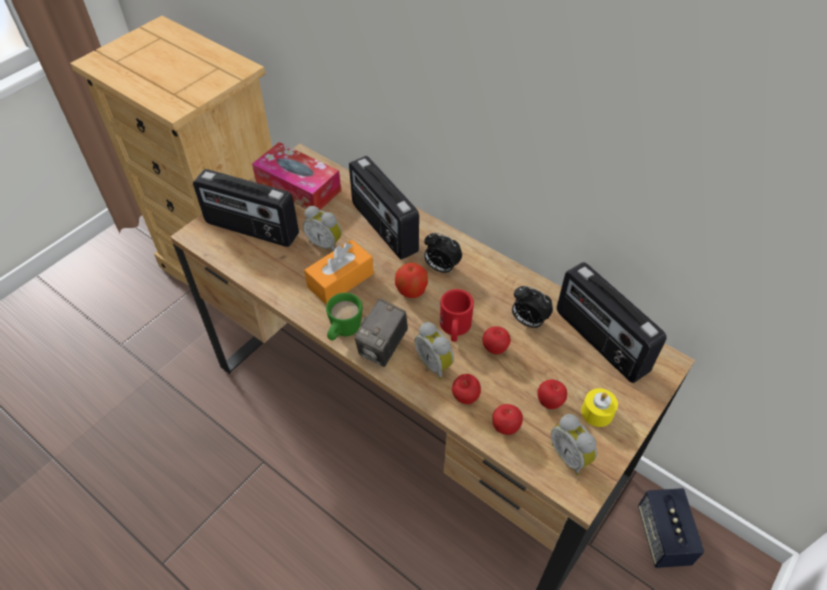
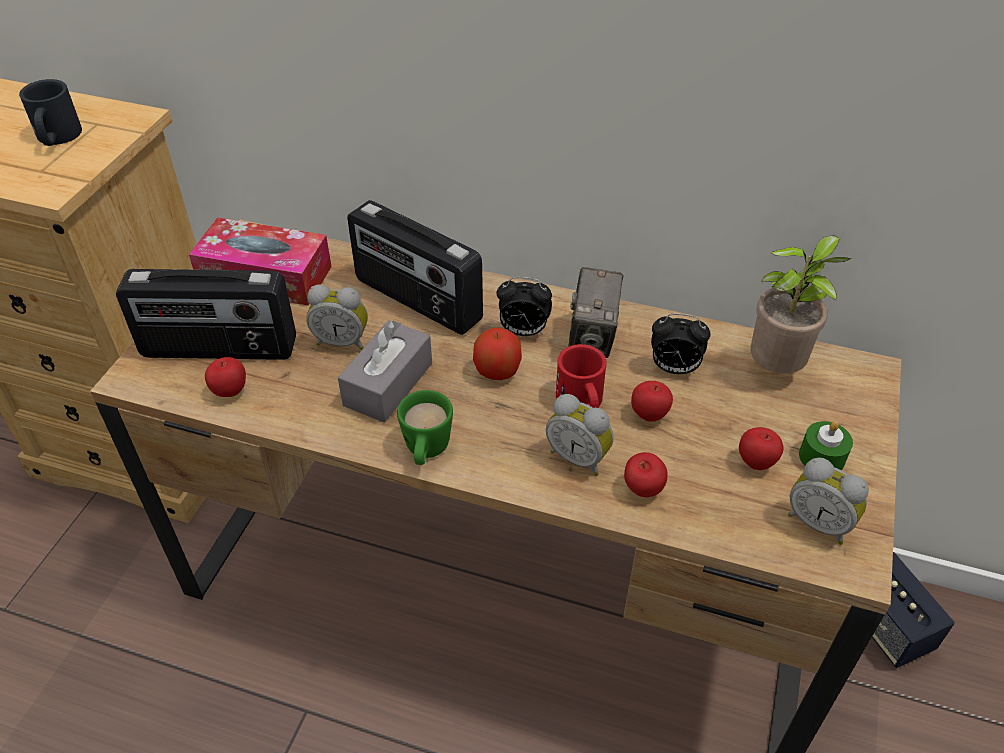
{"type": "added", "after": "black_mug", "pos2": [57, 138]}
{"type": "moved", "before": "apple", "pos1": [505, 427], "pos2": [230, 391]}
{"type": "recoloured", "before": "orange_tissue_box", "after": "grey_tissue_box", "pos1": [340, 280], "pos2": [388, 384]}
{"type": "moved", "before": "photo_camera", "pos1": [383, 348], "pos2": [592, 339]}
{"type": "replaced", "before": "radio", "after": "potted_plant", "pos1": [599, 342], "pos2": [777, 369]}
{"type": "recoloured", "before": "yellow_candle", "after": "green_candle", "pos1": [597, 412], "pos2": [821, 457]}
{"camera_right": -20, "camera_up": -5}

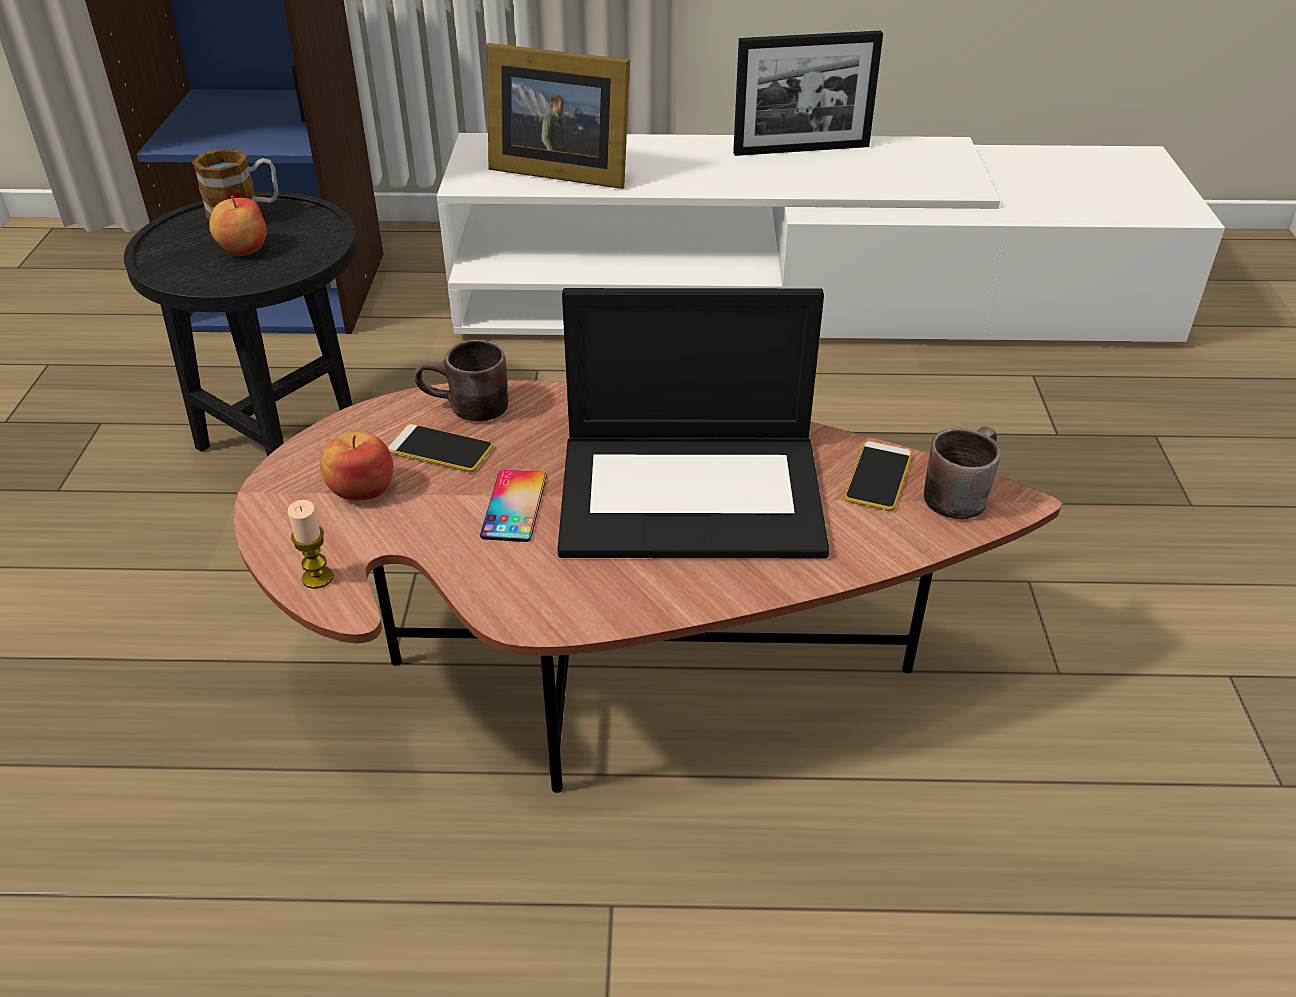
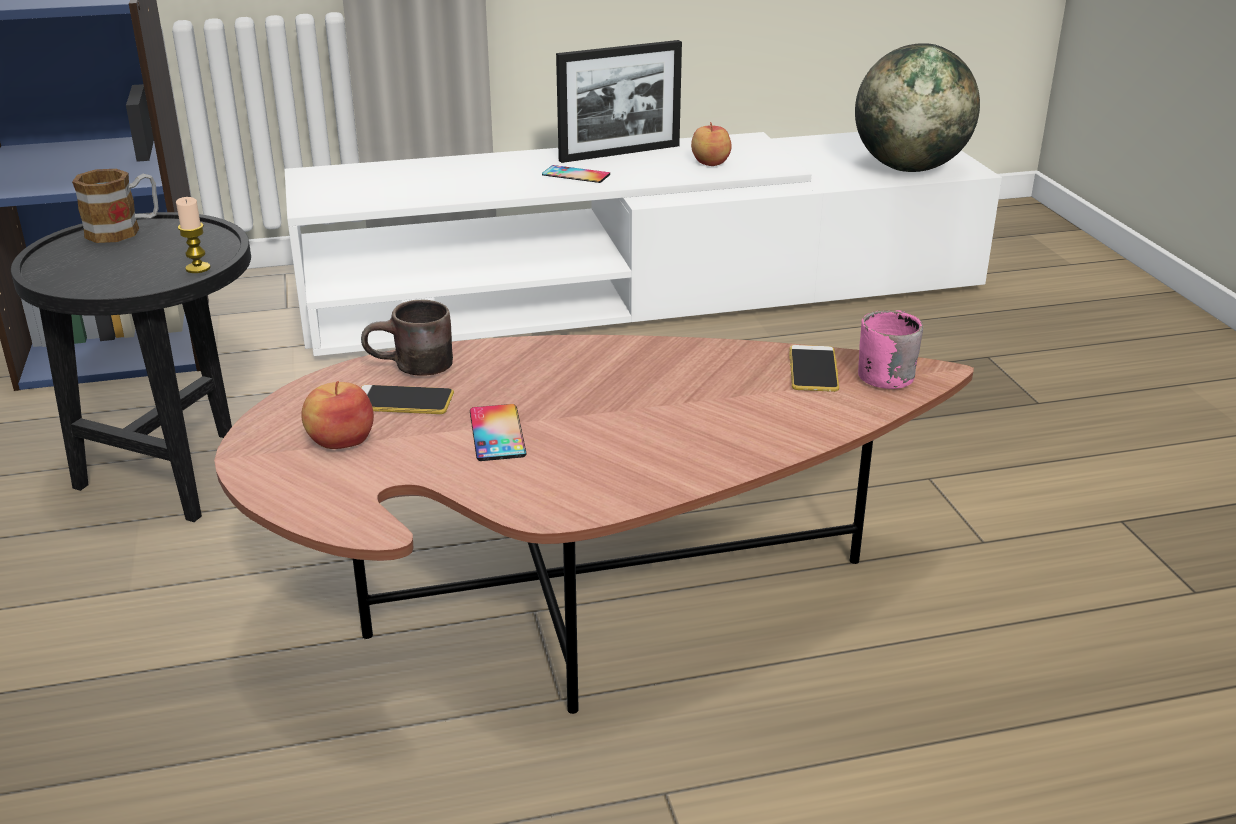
{"type": "moved", "before": "candle", "pos1": [317, 578], "pos2": [198, 268]}
{"type": "added", "after": "phone", "pos2": [576, 175]}
{"type": "moved", "before": "apple", "pos1": [243, 249], "pos2": [709, 163]}
{"type": "added", "after": "globe", "pos2": [909, 168]}
{"type": "recoloured", "before": "brown_mug", "after": "pink_mug", "pos1": [955, 492], "pos2": [883, 371]}
{"type": "removed", "before": "picture_frame", "pos1": [557, 170]}
{"type": "removed", "before": "laptop", "pos1": [694, 494]}
{"camera_right": -15, "camera_up": -10}

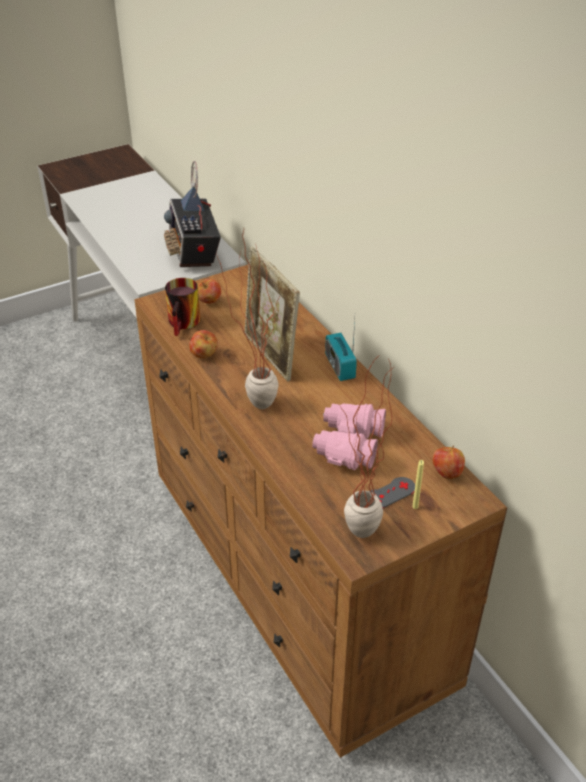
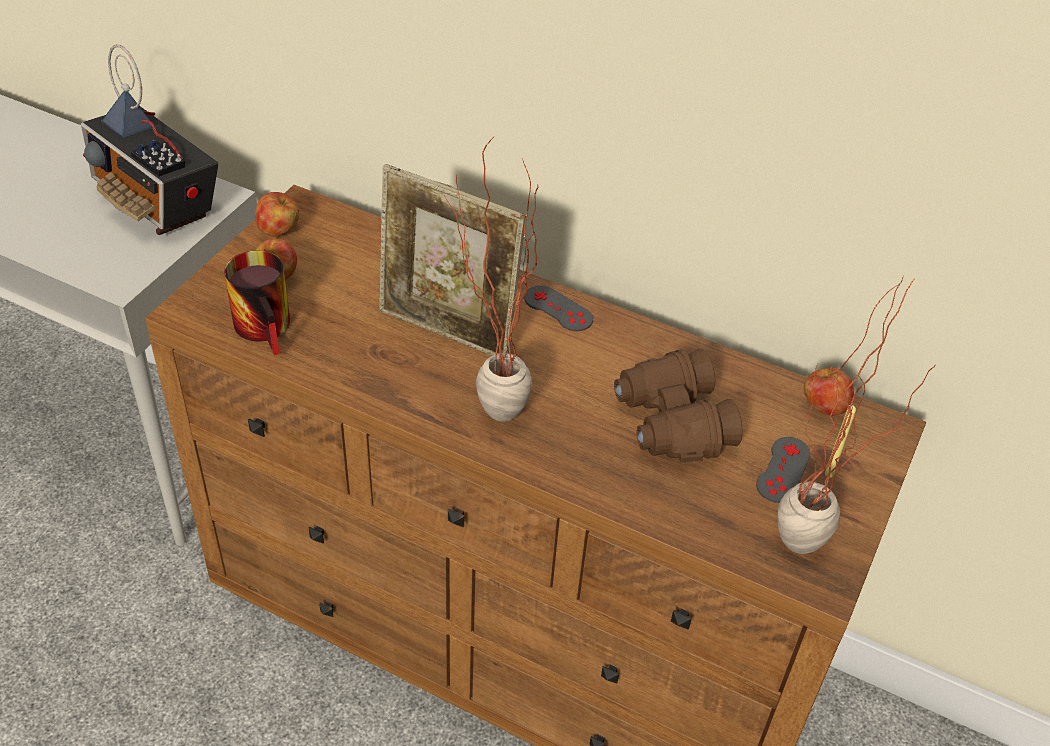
{"type": "moved", "before": "apple", "pos1": [204, 355], "pos2": [279, 231]}
{"type": "replaced", "before": "radio", "after": "grey_game_controller", "pos1": [339, 366], "pos2": [558, 309]}
{"type": "recoloured", "before": "pink_binoculars", "after": "brown_binoculars", "pos1": [348, 445], "pos2": [671, 423]}
{"camera_right": -35, "camera_up": 5}

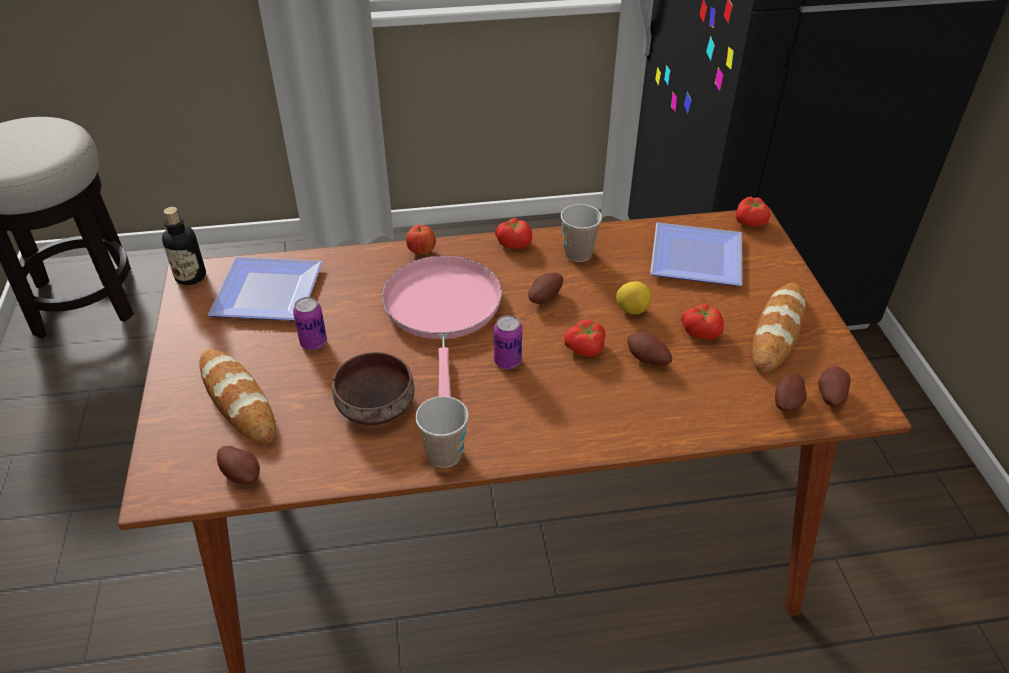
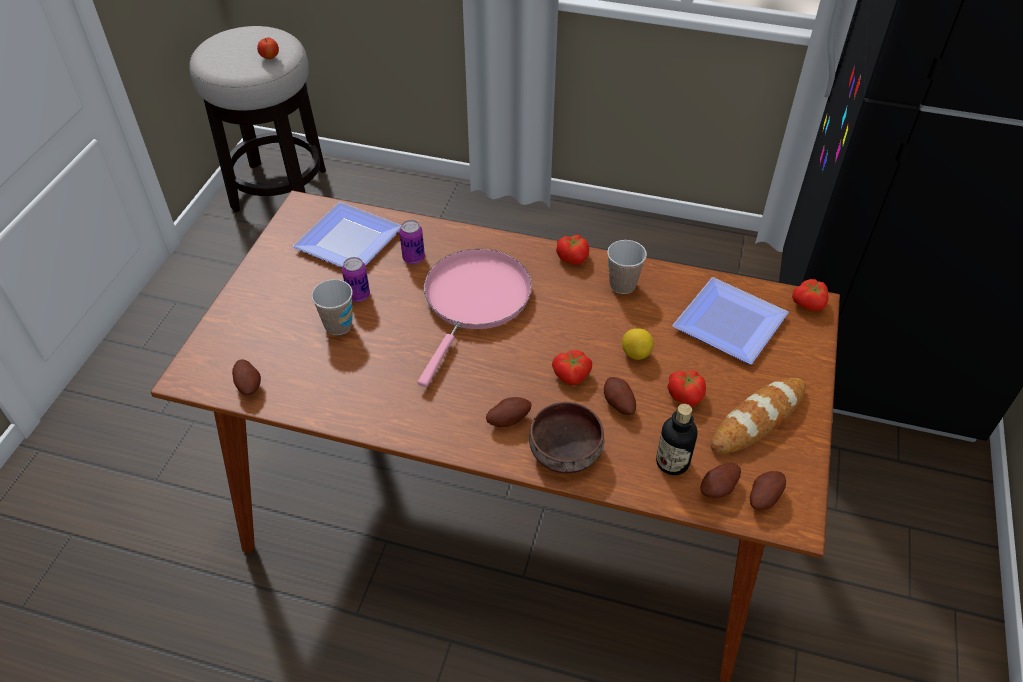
{"type": "moved", "before": "apple", "pos1": [421, 252], "pos2": [270, 58]}
{"type": "moved", "before": "cup", "pos1": [444, 454], "pos2": [338, 325]}
{"type": "moved", "before": "can", "pos1": [507, 361], "pos2": [413, 258]}
{"type": "moved", "before": "potato", "pos1": [544, 297], "pos2": [508, 419]}
{"type": "moved", "before": "brown_bowl", "pos1": [377, 405], "pos2": [566, 452]}
{"type": "moved", "before": "bottle", "pos1": [190, 276], "pos2": [672, 462]}
{"type": "removed", "before": "bread", "pos1": [238, 399]}
{"camera_right": 25, "camera_up": 5}

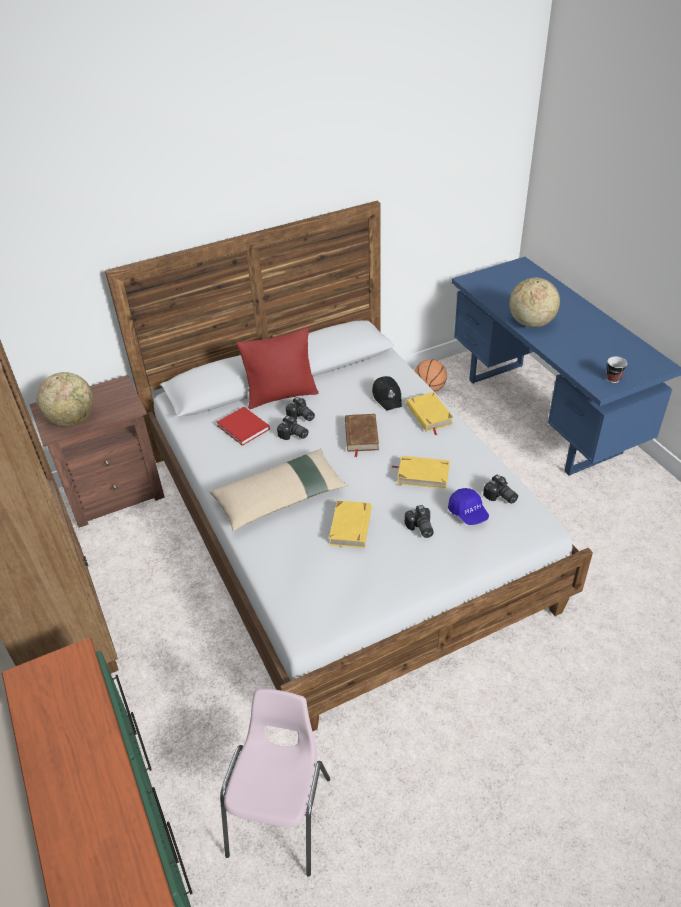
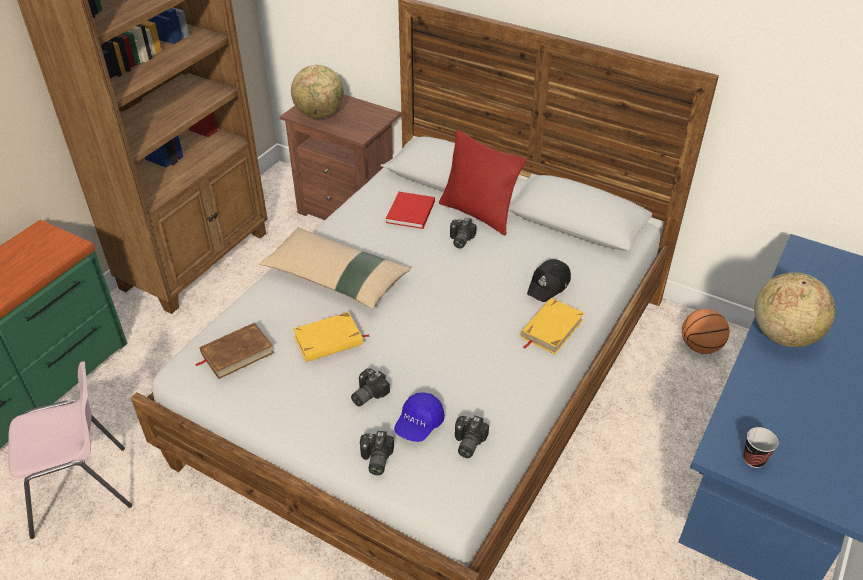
{"type": "moved", "before": "brown_book", "pos1": [361, 435], "pos2": [237, 353]}
{"type": "moved", "before": "photo_camera", "pos1": [293, 435], "pos2": [375, 460]}
{"type": "removed", "before": "yellow_book", "pos1": [423, 474]}
{"camera_right": 55, "camera_up": 0}

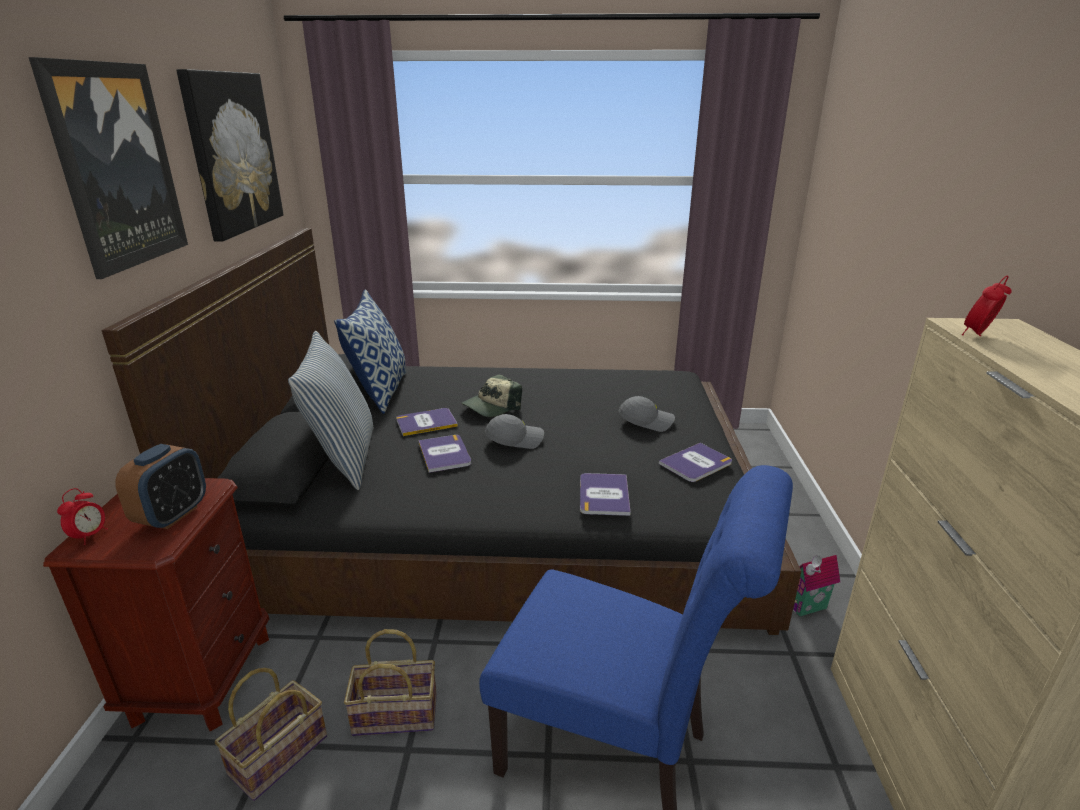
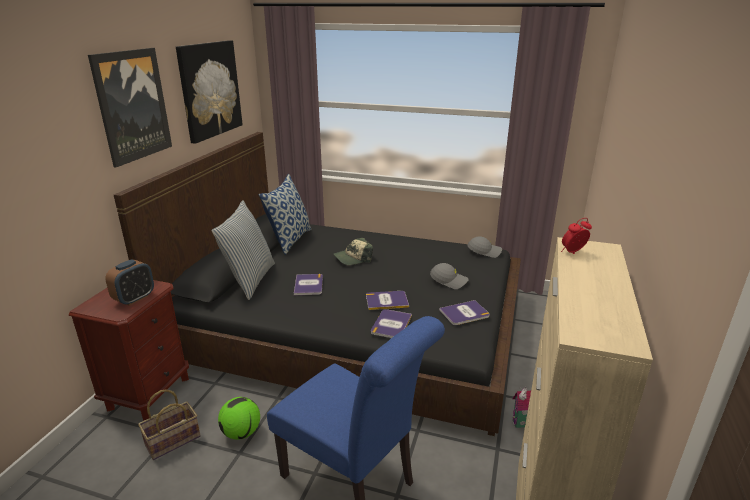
{"type": "replaced", "before": "basket", "after": "football", "pos1": [398, 713], "pos2": [241, 432]}
{"type": "moved", "before": "book", "pos1": [426, 422], "pos2": [386, 301]}
{"type": "moved", "before": "grey_cap", "pos1": [514, 439], "pos2": [484, 251]}
{"type": "removed", "before": "alarm_clock", "pos1": [90, 536]}
{"camera_right": 15, "camera_up": 0}

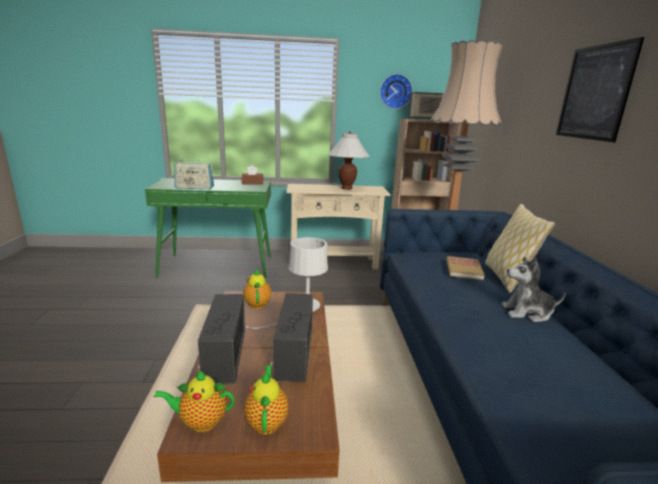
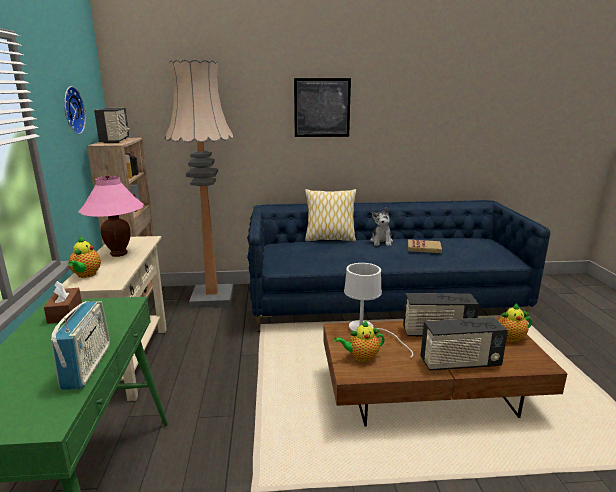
{"type": "moved", "before": "teapot", "pos1": [200, 422], "pos2": [86, 275]}
{"type": "recoloured", "before": "white_table_lamp", "after": "pink_table_lamp", "pos1": [347, 188], "pos2": [119, 254]}
{"type": "moved", "before": "book", "pos1": [463, 269], "pos2": [424, 248]}
{"camera_right": -90, "camera_up": 0}

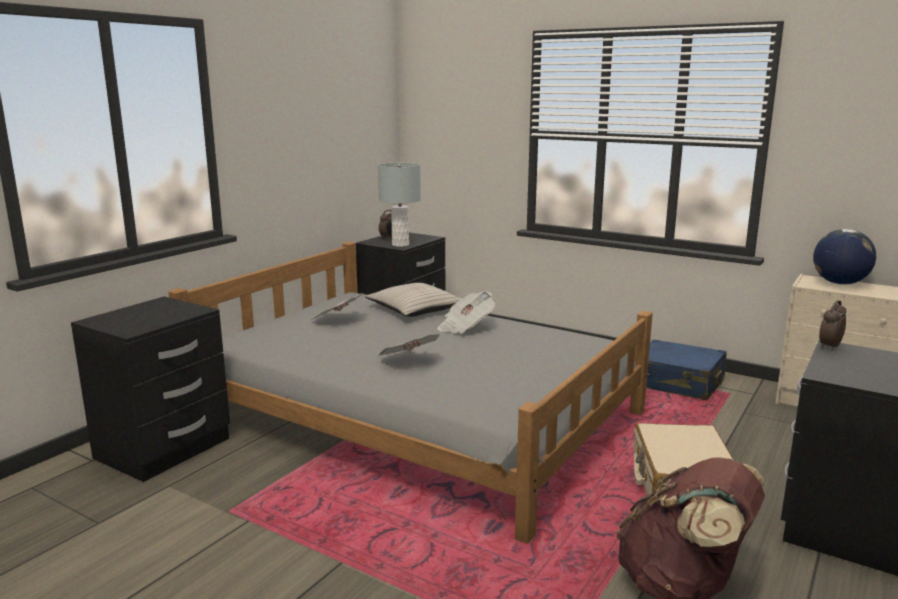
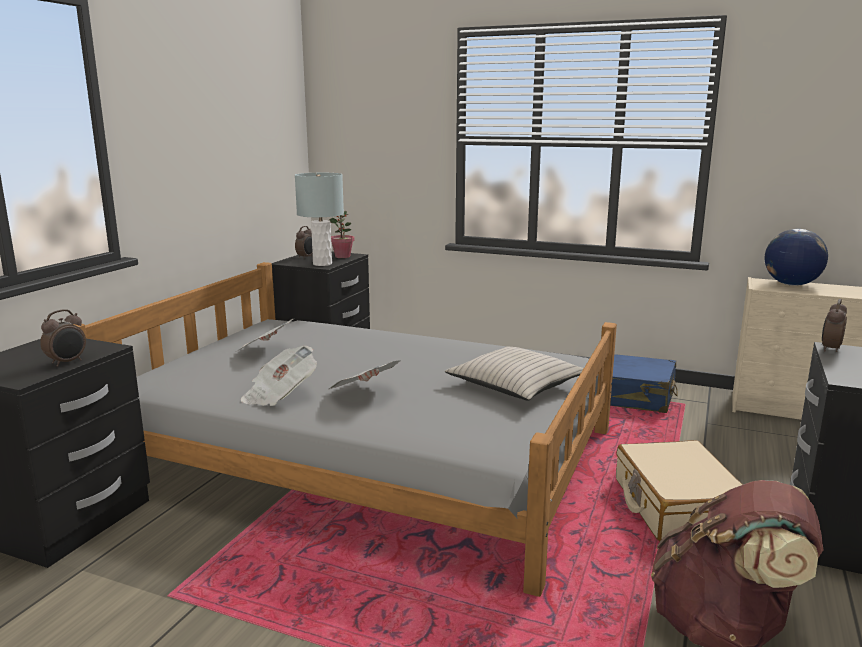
{"type": "added", "after": "alarm_clock", "pos2": [67, 362]}
{"type": "moved", "before": "newspaper", "pos1": [465, 327], "pos2": [279, 395]}
{"type": "added", "after": "potted_plant", "pos2": [342, 256]}
{"type": "moved", "before": "beige_pillow", "pos1": [415, 309], "pos2": [516, 385]}
{"camera_right": -10, "camera_up": 0}

